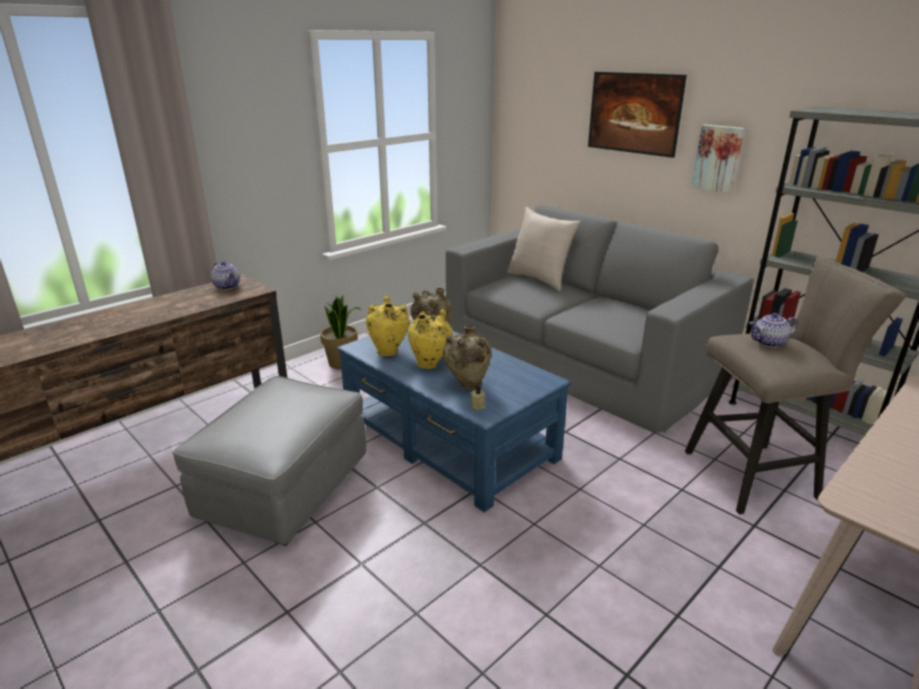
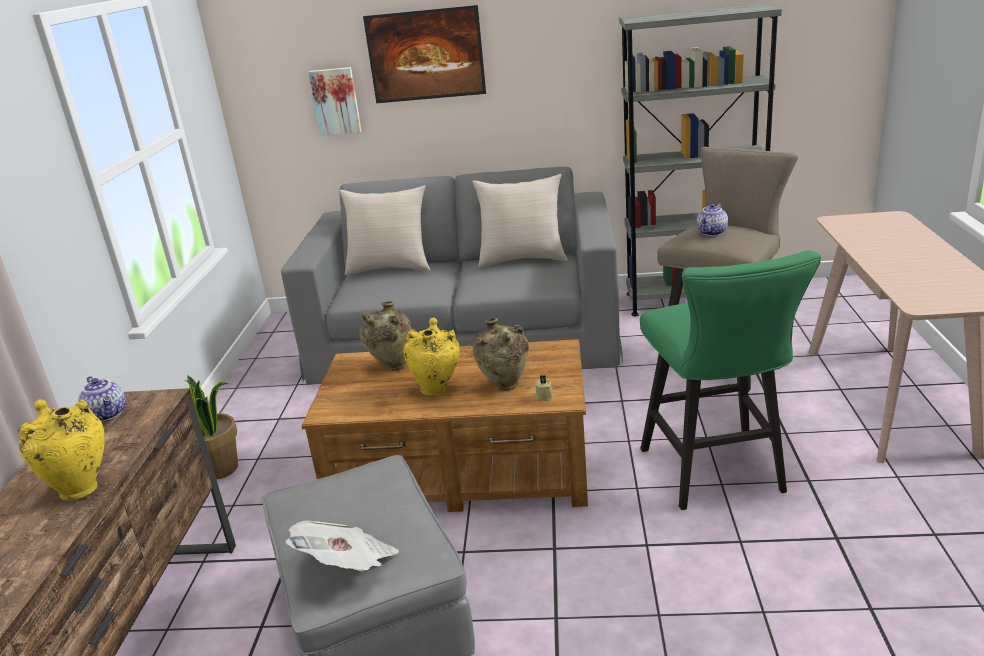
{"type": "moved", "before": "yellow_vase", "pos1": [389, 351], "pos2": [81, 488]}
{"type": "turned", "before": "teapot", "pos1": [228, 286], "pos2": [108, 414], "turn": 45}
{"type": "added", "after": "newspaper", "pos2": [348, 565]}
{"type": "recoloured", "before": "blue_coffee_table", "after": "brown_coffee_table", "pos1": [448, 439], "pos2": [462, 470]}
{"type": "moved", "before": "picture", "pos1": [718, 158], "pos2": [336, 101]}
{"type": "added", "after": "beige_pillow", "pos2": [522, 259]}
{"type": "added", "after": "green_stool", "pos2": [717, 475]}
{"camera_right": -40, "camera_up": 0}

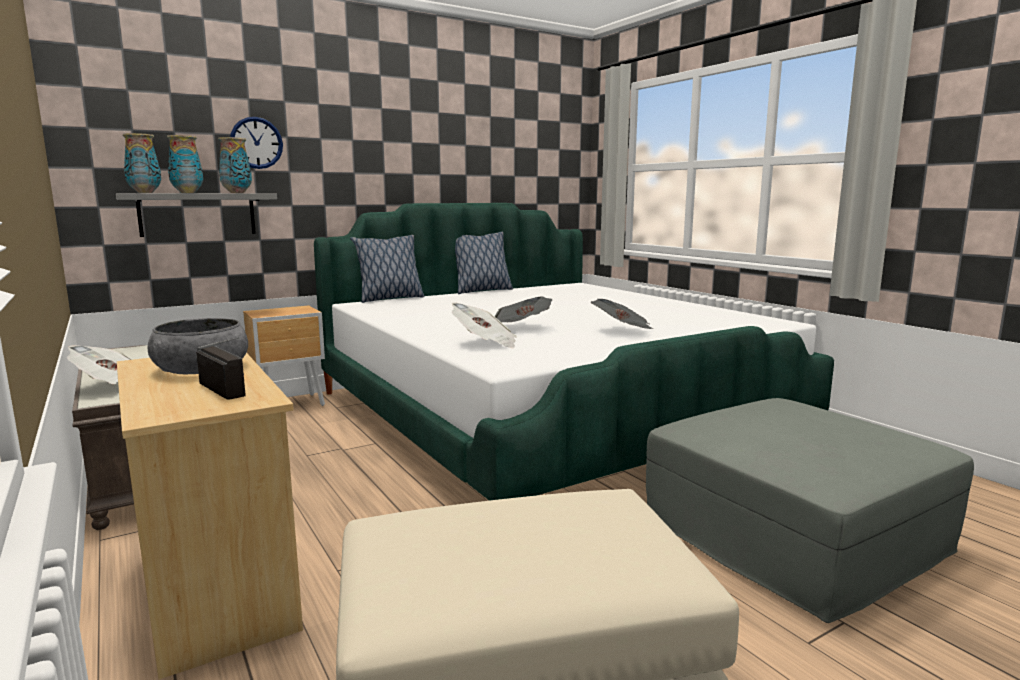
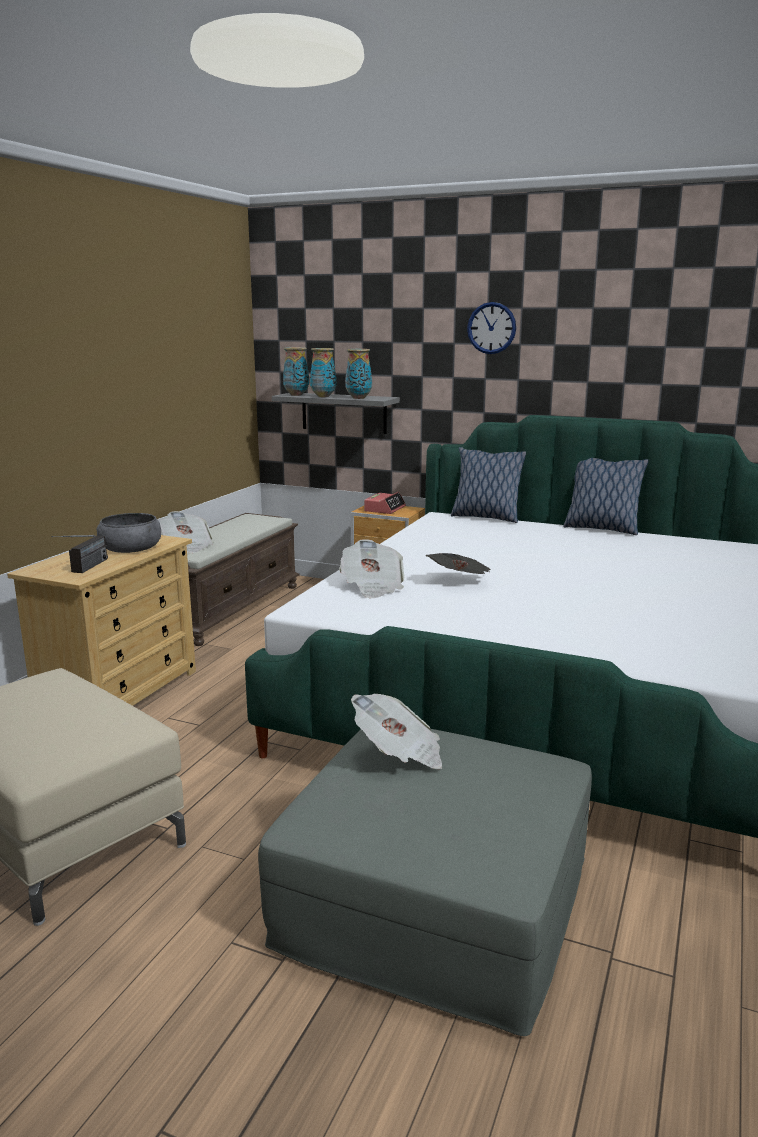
{"type": "moved", "before": "newspaper", "pos1": [623, 331], "pos2": [399, 753]}
{"type": "added", "after": "alarm_clock", "pos2": [385, 509]}
{"type": "moved", "before": "wall_clock", "pos1": [256, 143], "pos2": [491, 328]}
{"camera_right": 55, "camera_up": 5}

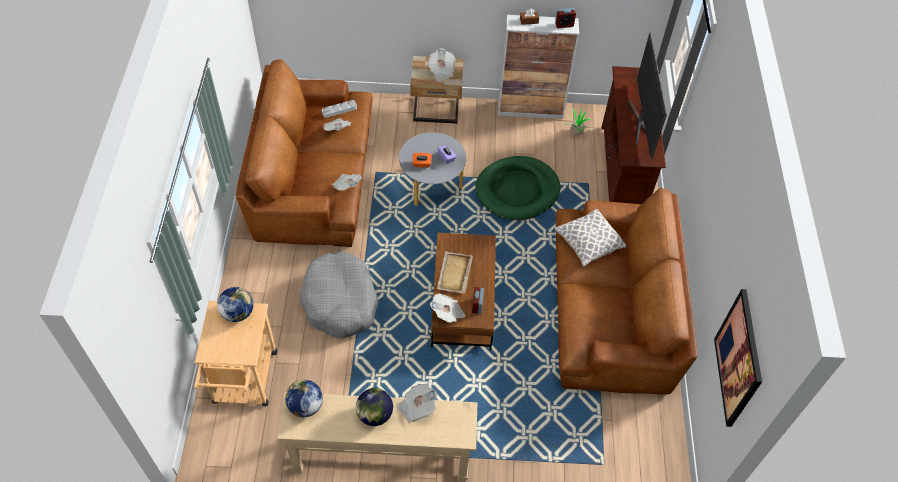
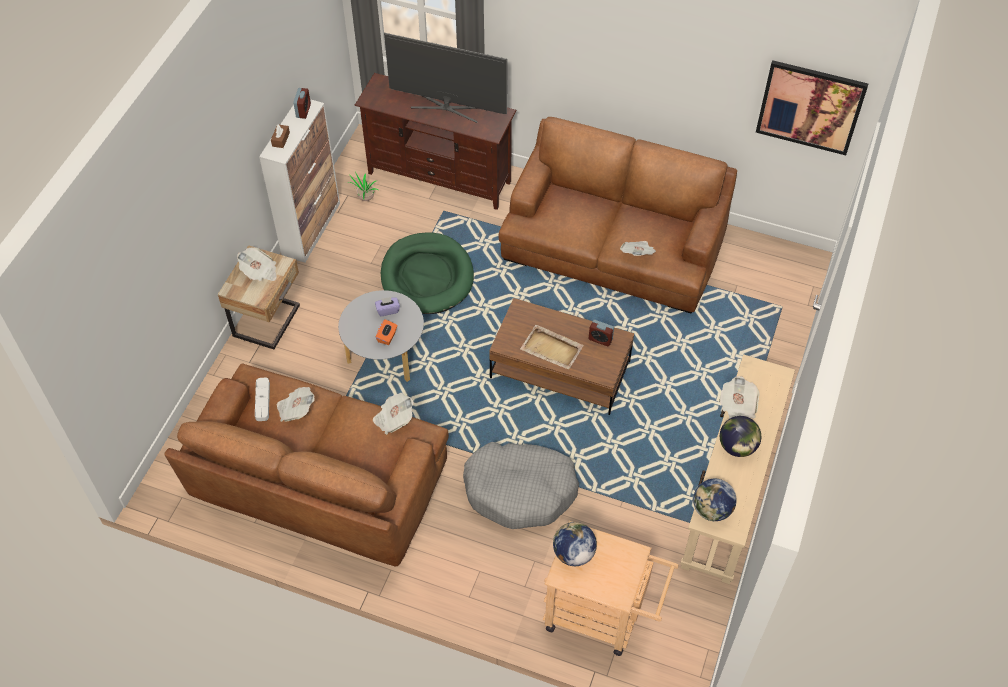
{"type": "moved", "before": "newspaper", "pos1": [447, 313], "pos2": [637, 254]}
{"type": "removed", "before": "pillow", "pos1": [588, 243]}
{"camera_right": -70, "camera_up": 0}

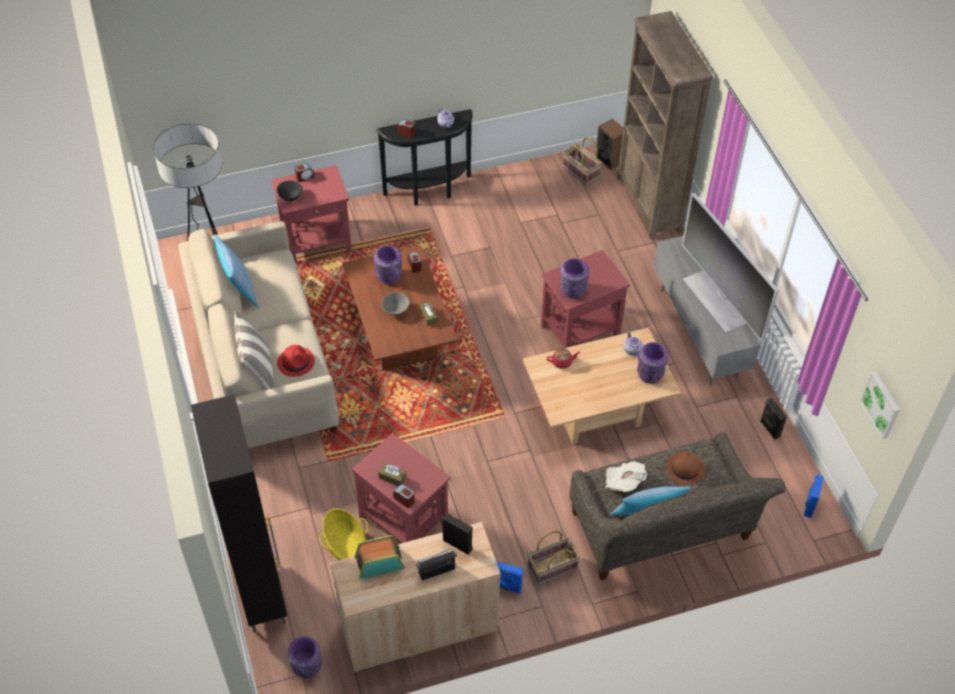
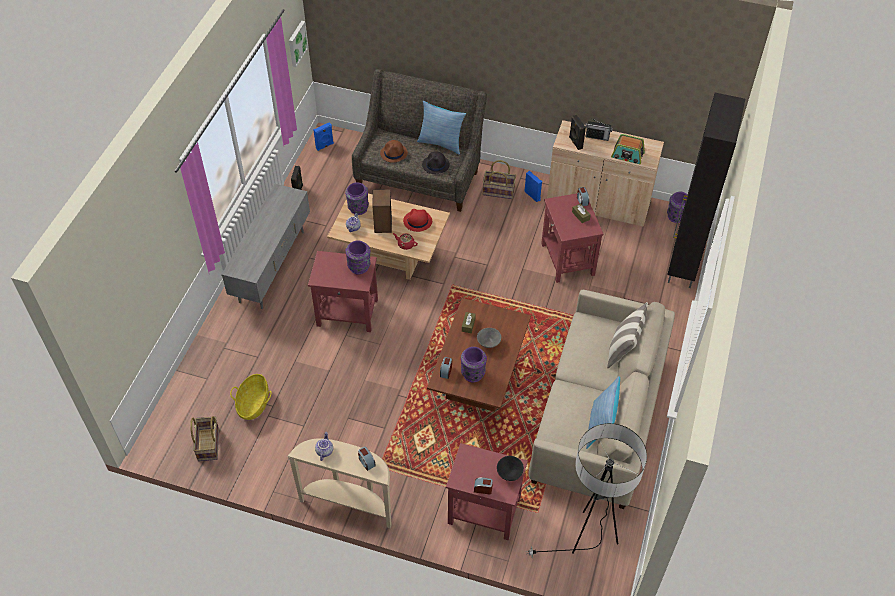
{"type": "moved", "before": "basket", "pos1": [345, 545], "pos2": [253, 404]}
{"type": "recoloured", "before": "black_console_table", "after": "beige_console_table", "pos1": [430, 192], "pos2": [349, 503]}
{"type": "moved", "before": "speaker", "pos1": [609, 159], "pos2": [382, 224]}
{"type": "moved", "before": "red_hat", "pos1": [296, 362], "pos2": [417, 221]}
{"type": "replaced", "before": "newspaper", "after": "black_hat", "pos1": [623, 481], "pos2": [436, 165]}
{"type": "removed", "before": "brown_bookcase", "pos1": [649, 204]}
{"type": "removed", "before": "television", "pos1": [715, 300]}
{"camera_right": -145, "camera_up": 0}

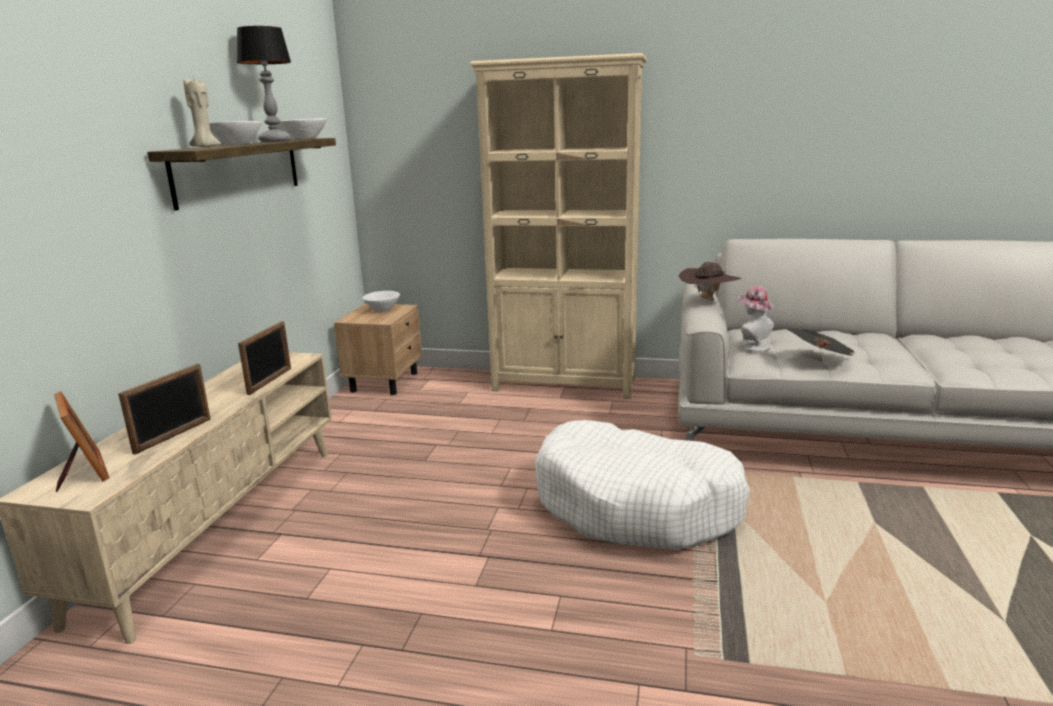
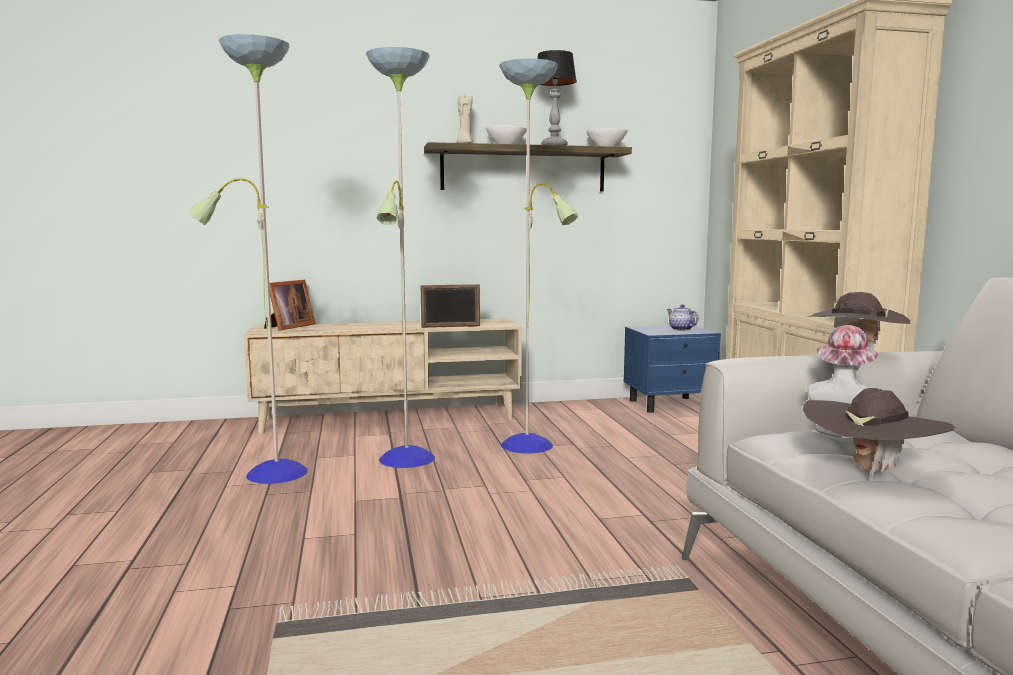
{"type": "added", "after": "floor_lamp", "pos2": [407, 460]}
{"type": "recoloured", "before": "beige_nightstand", "after": "blue_nightstand", "pos1": [385, 381], "pos2": [669, 404]}
{"type": "replaced", "before": "white_bowl", "after": "teapot", "pos1": [382, 310], "pos2": [680, 329]}
{"type": "replaced", "before": "newspaper", "after": "brown_hat", "pos1": [822, 360], "pos2": [870, 470]}
{"type": "removed", "before": "picture_frame", "pos1": [174, 435]}
{"type": "removed", "before": "white_dog_bed", "pos1": [636, 505]}
{"camera_right": 65, "camera_up": -10}

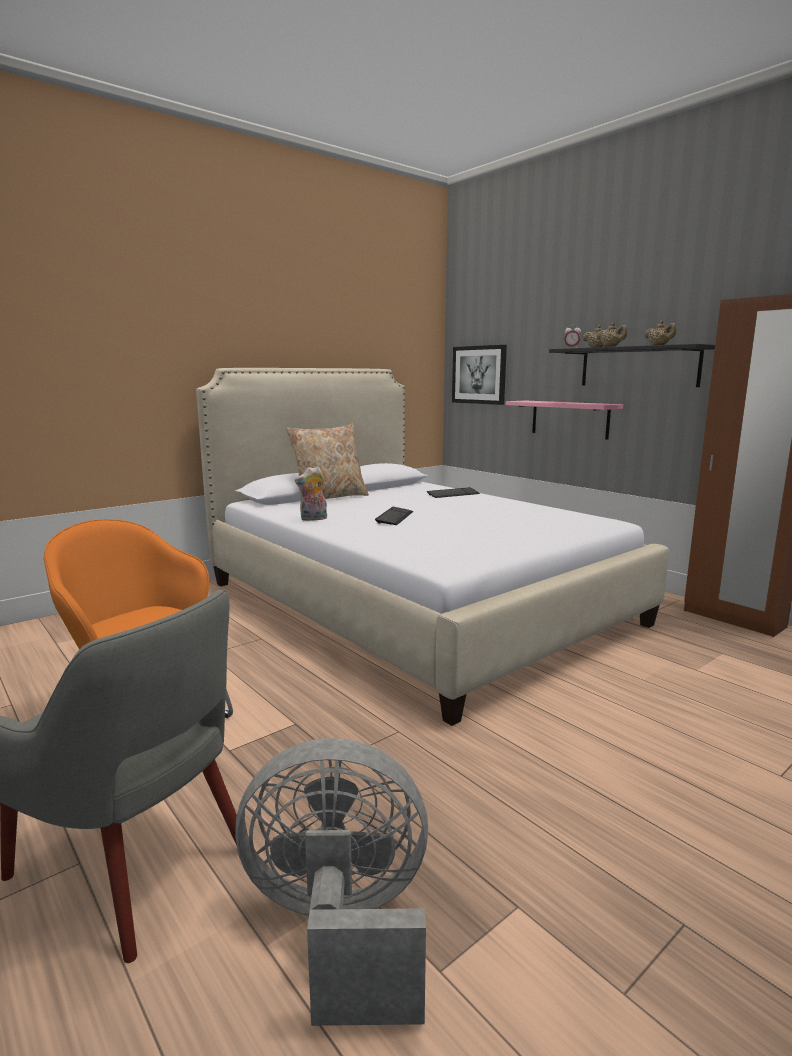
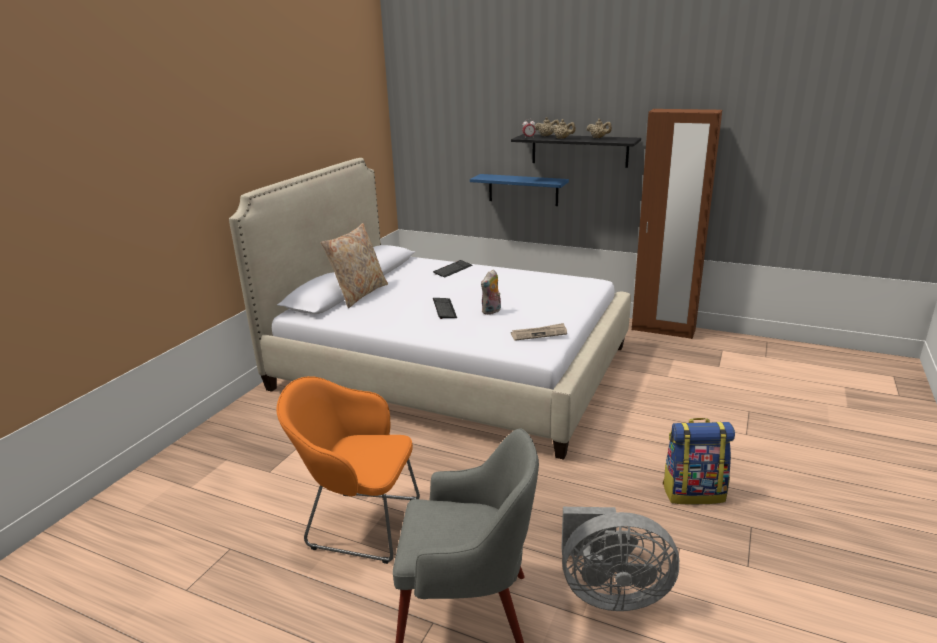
{"type": "recoloured", "before": "pink_shelf", "after": "blue_shelf", "pos1": [569, 419], "pos2": [523, 189]}
{"type": "moved", "before": "plush_toy", "pos1": [313, 519], "pos2": [492, 311]}
{"type": "added", "after": "newspaper", "pos2": [539, 334]}
{"type": "turned", "before": "grey_fan", "pos1": [339, 929], "pos2": [610, 593], "turn": -150}
{"type": "added", "after": "backpack", "pos2": [693, 492]}
{"type": "removed", "before": "picture", "pos1": [479, 375]}
{"camera_right": -25, "camera_up": 10}

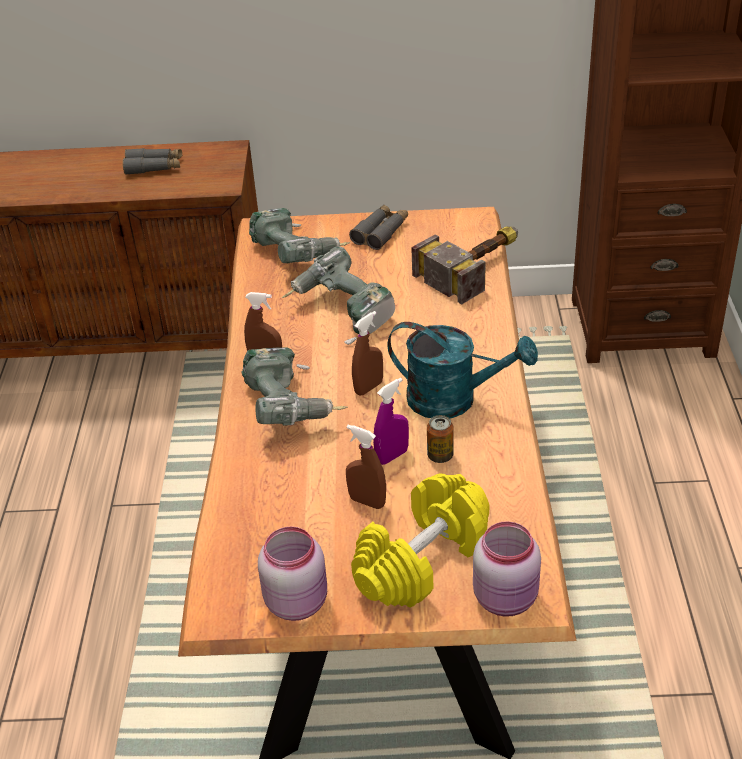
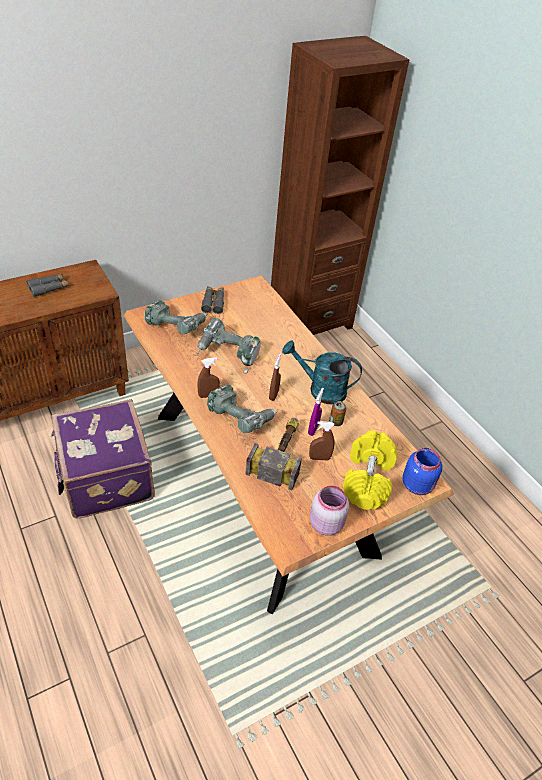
{"type": "added", "after": "purple_suitcase", "pos2": [105, 478]}
{"type": "moved", "before": "hammer", "pos1": [477, 266], "pos2": [281, 453]}
{"type": "turned", "before": "turquoise_watering_can", "pos1": [454, 400], "pos2": [320, 389], "turn": -150}
{"type": "recoloured", "before": "pink_jar", "after": "blue_jar", "pos1": [507, 598], "pos2": [418, 485]}
{"camera_right": -35, "camera_up": 5}

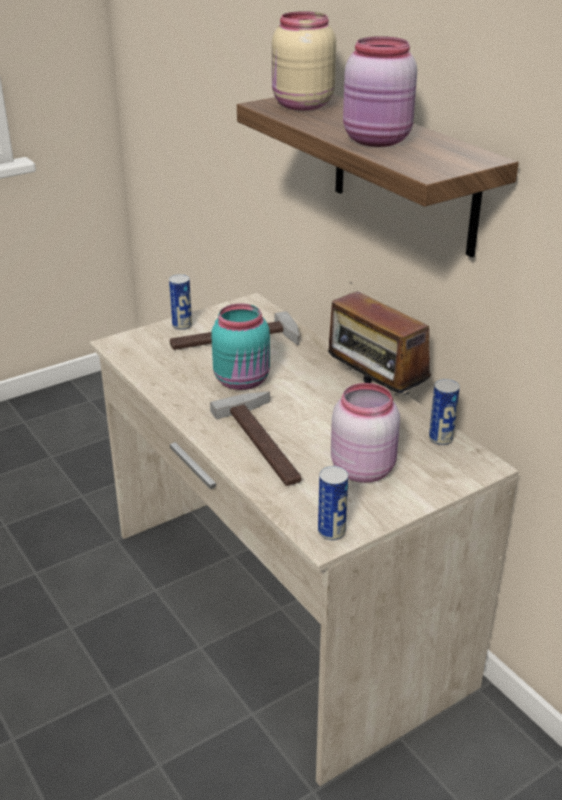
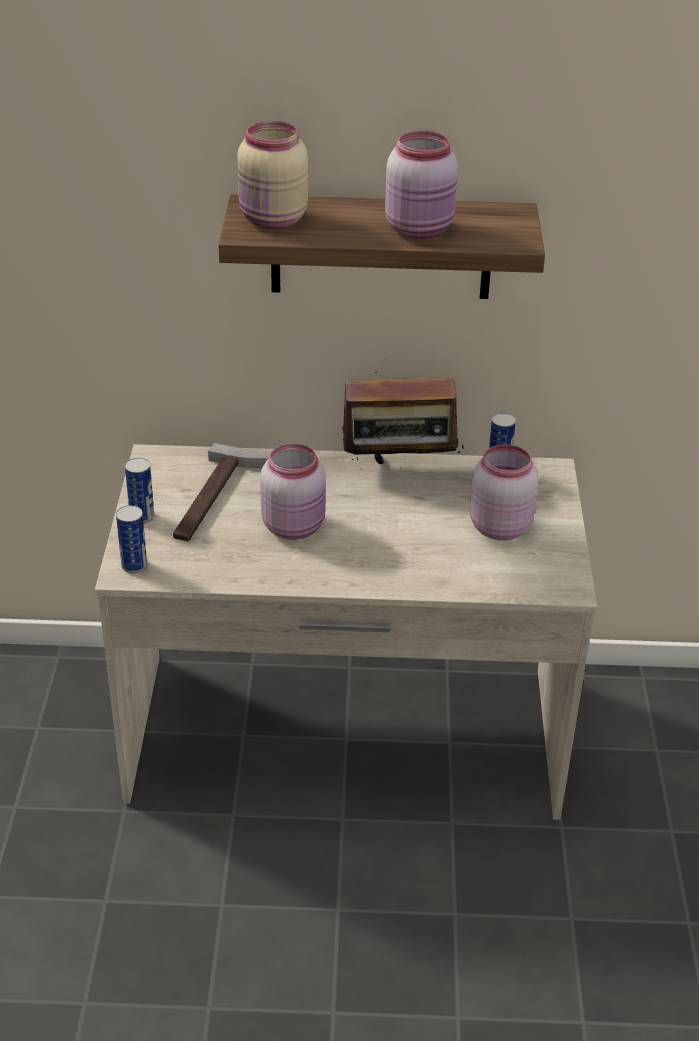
{"type": "moved", "before": "can", "pos1": [331, 532], "pos2": [134, 566]}
{"type": "recoloured", "before": "turquoise_jar", "after": "pink_jar", "pos1": [243, 381], "pos2": [295, 526]}
{"type": "removed", "before": "hammer", "pos1": [268, 442]}
{"camera_right": -55, "camera_up": 5}

